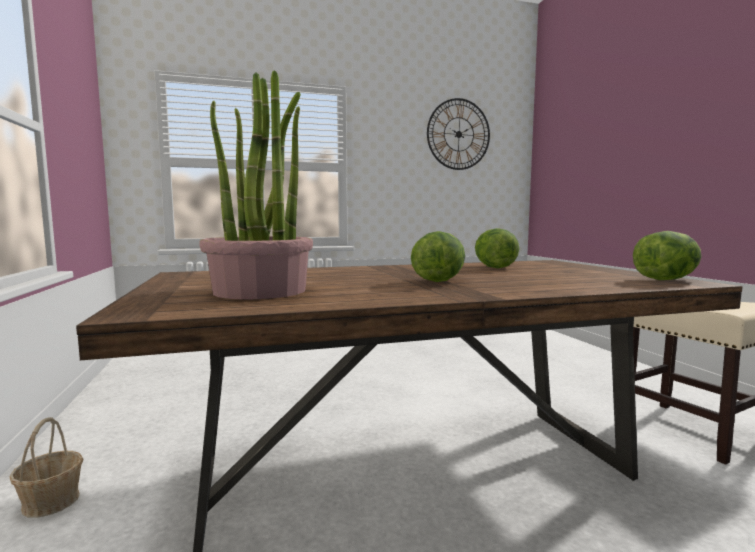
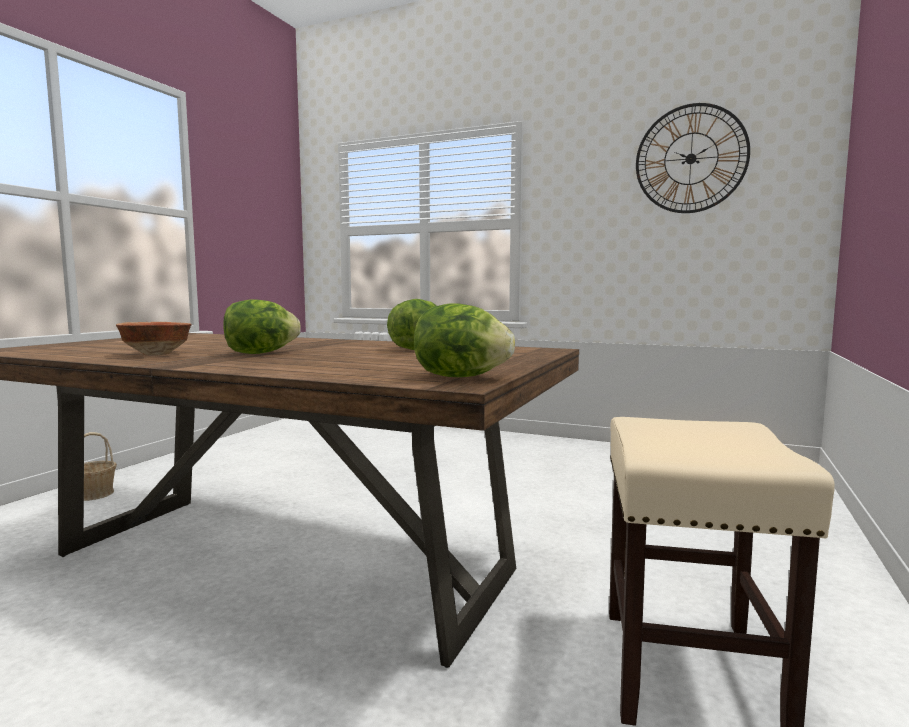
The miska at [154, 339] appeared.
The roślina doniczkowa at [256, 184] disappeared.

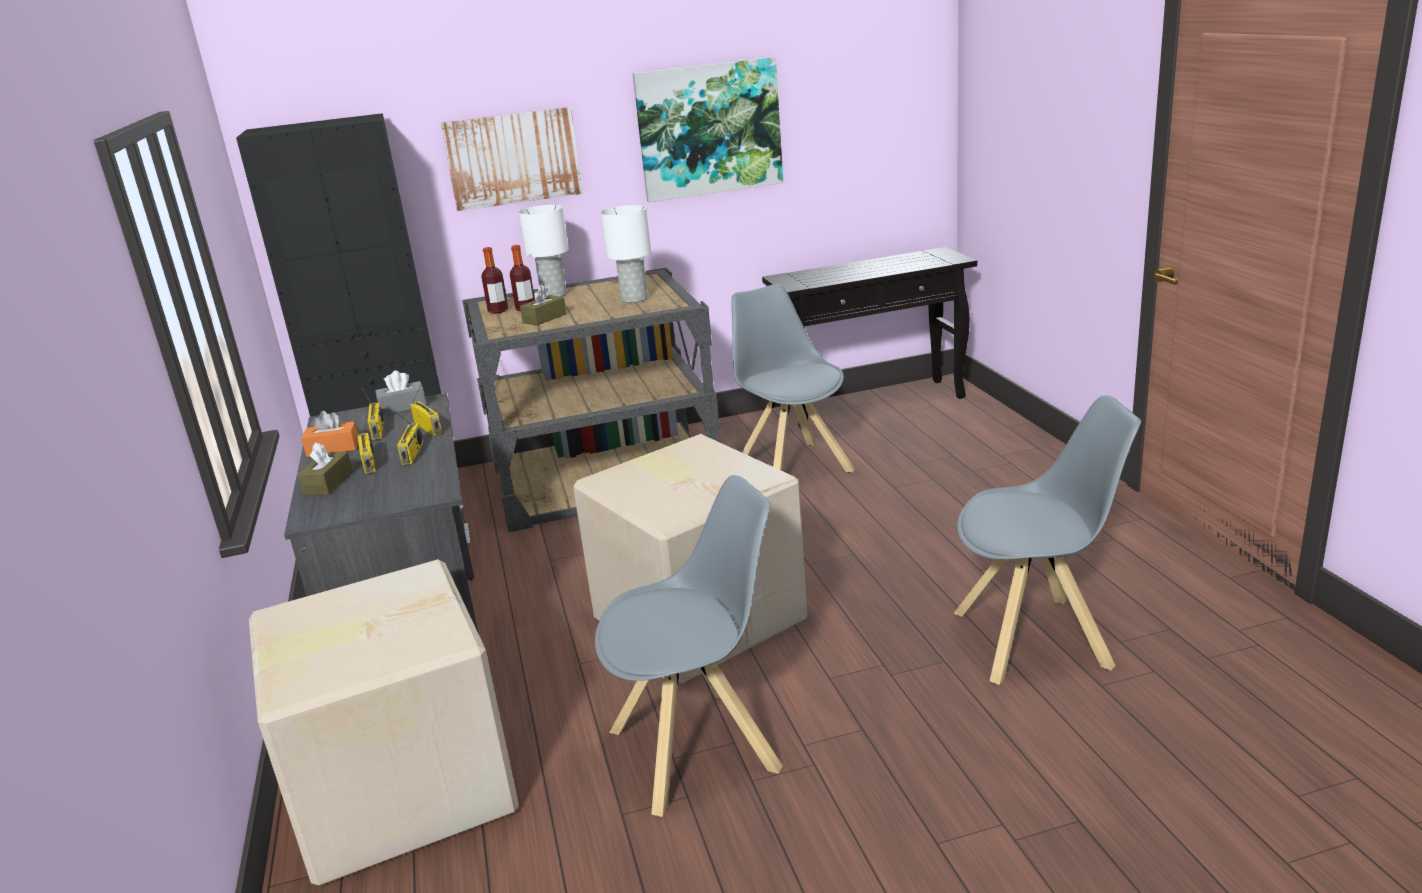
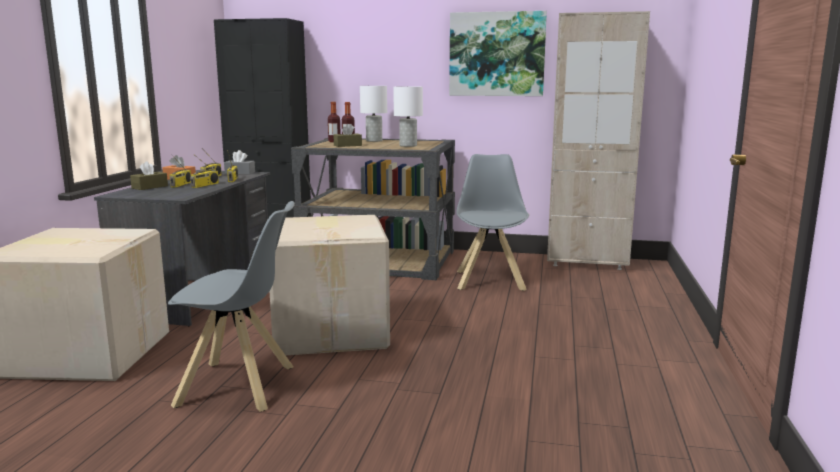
The stolik konsolowy (czarny) at [869, 338] was replaced by the szafka (beżowy) at [598, 140].
The obraz at [512, 159] disappeared.
The krzesło (szary) at [1047, 540] disappeared.

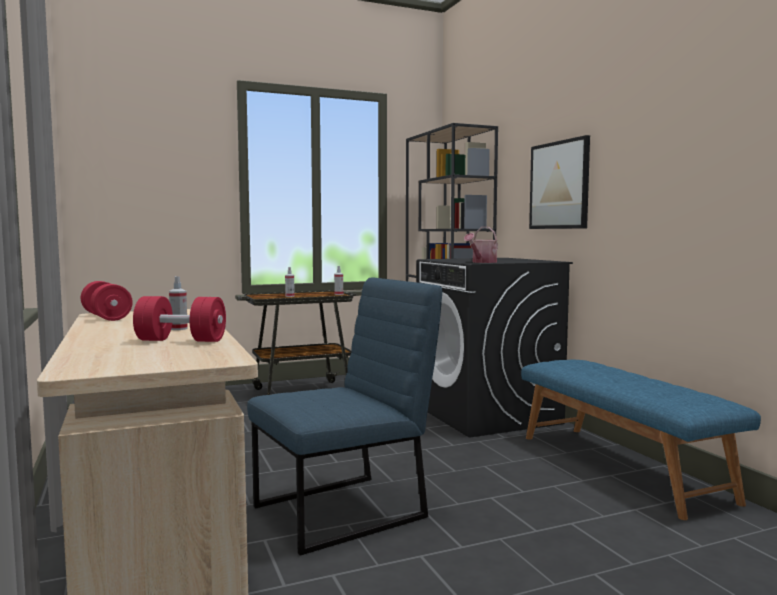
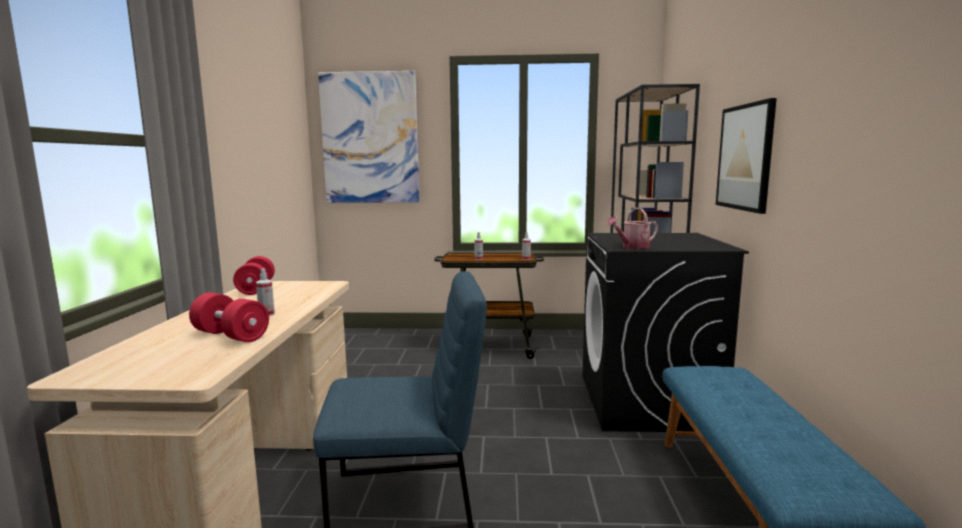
The obraz at [369, 137] appeared.

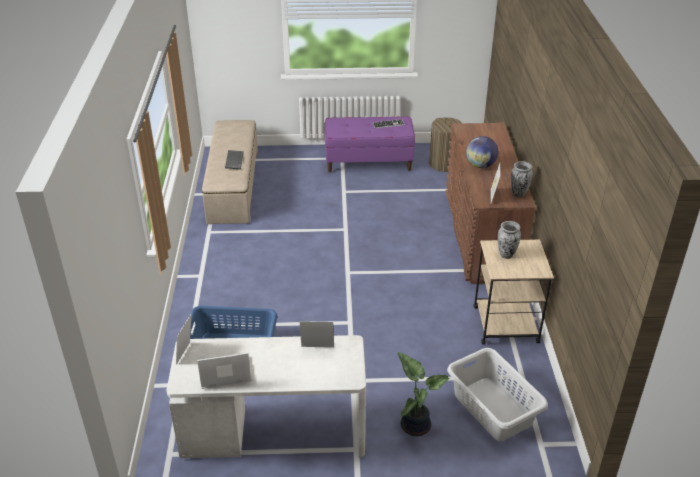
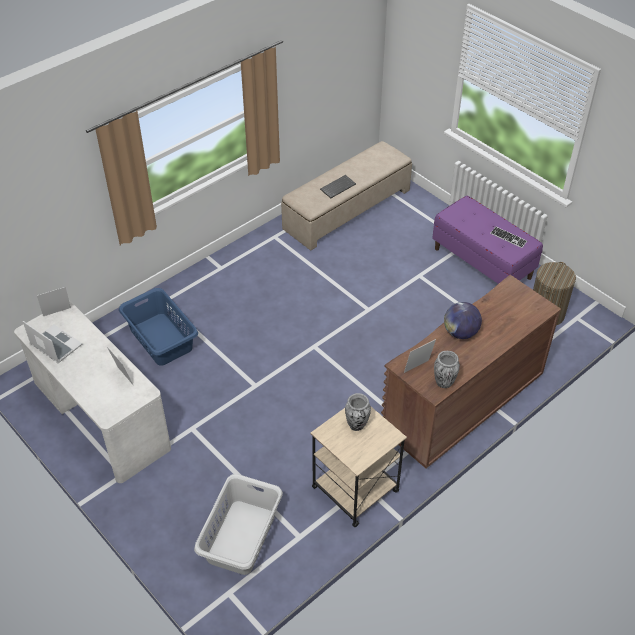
The roślina doniczkowa at [423, 394] disappeared.

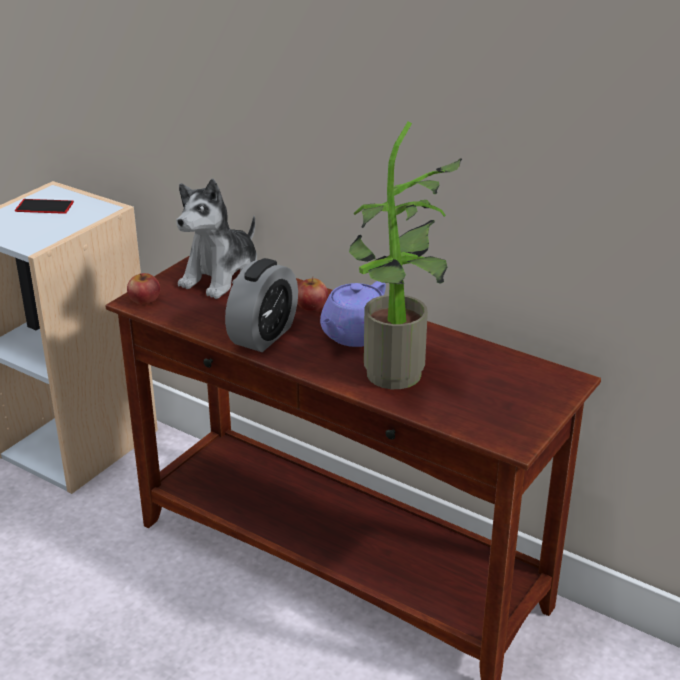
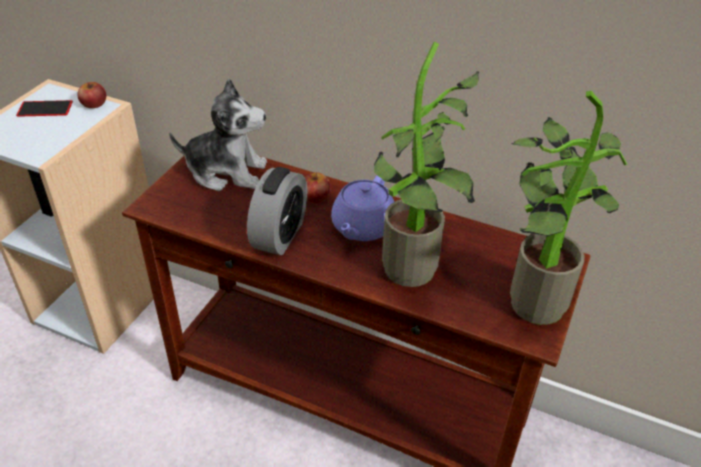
The jabłko moved from [143, 288] to [91, 95].
The pluszak at [216, 239] turned 105 degrees counterclockwise.
The roślina doniczkowa at [568, 208] appeared.

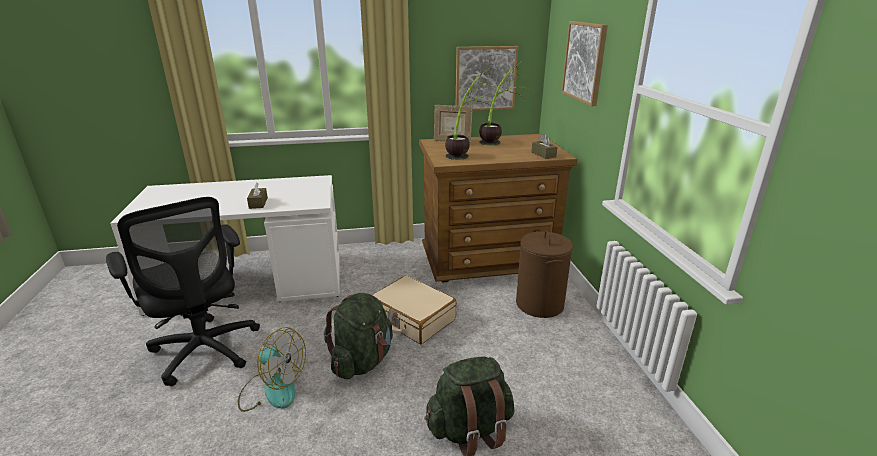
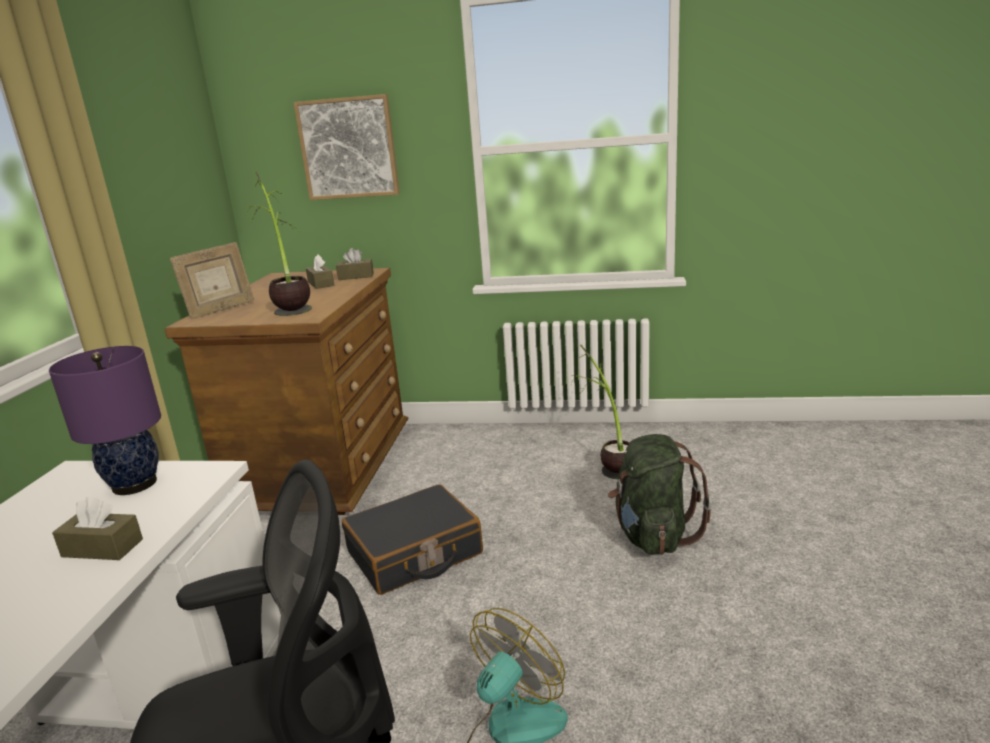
The lampa stołowa (fioletowy) at [105, 420] appeared.
The pudełko chusteczek (brązowy) at [320, 271] appeared.
The walizka (beżowy) at [414, 309] became the walizka (czarny) at [412, 539].
The roślina doniczkowa moved from [503, 103] to [600, 412].
The plecak (zielony) at [358, 336] disappeared.
The obraz at [487, 78] disappeared.
The kosz na pranie (brązowy) at [544, 274] disappeared.

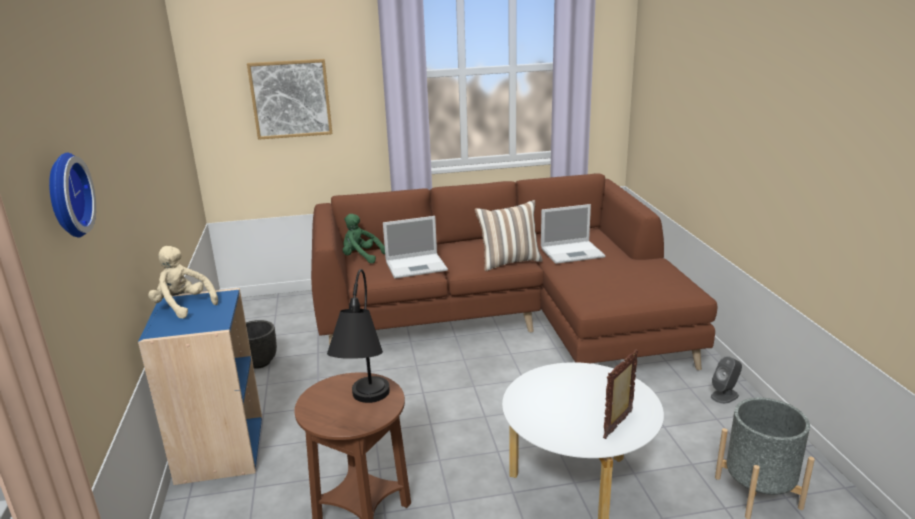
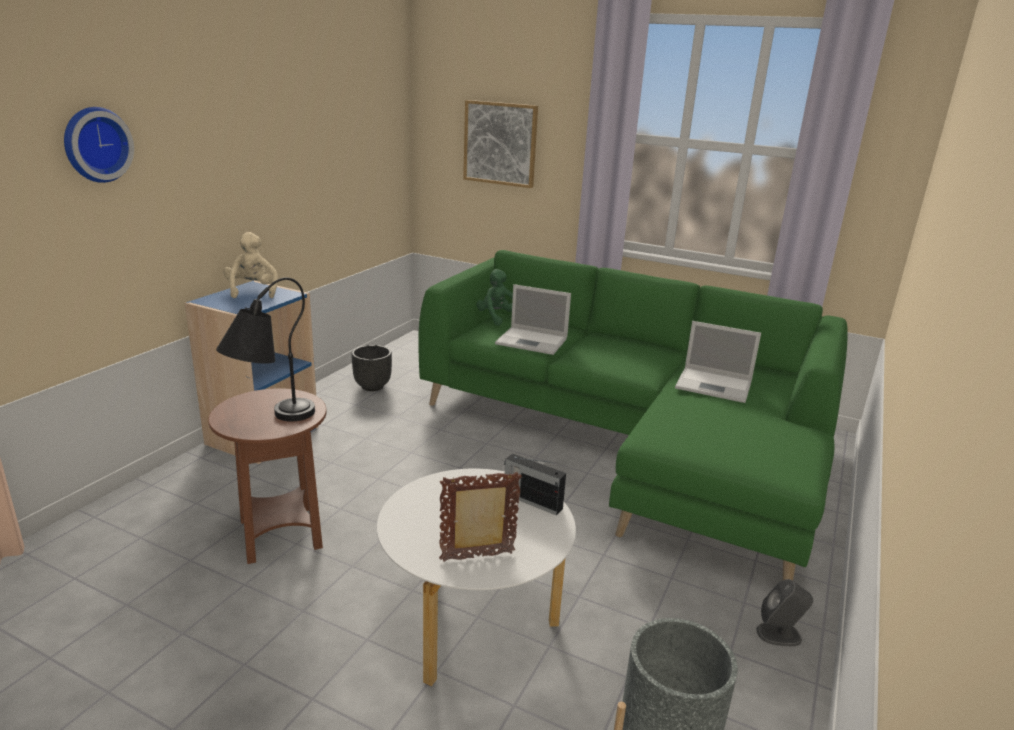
The kanapa (brązowy) at [514, 271] became the kanapa (zielony) at [633, 415].
The radio at [535, 484] appeared.
The poduszka at [509, 235] disappeared.

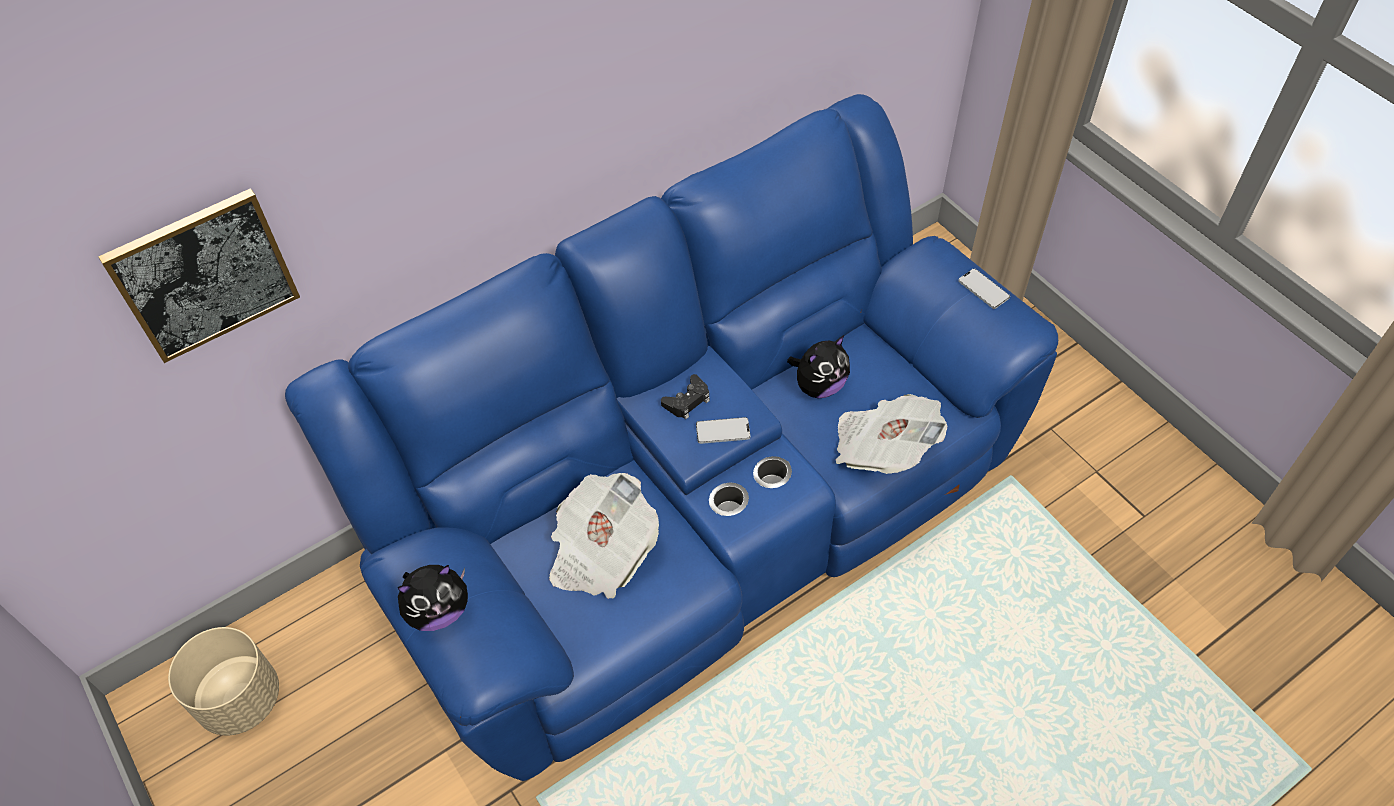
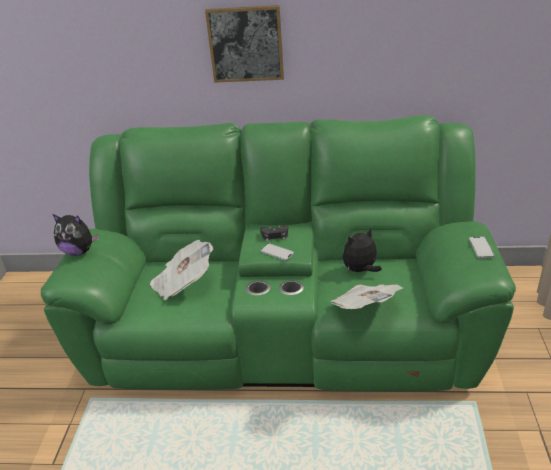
The kanapa (niebieski) at [671, 437] became the kanapa (zielony) at [278, 253].
The obraz moved from [199, 275] to [244, 44].
The pluszak at [818, 366] turned 150 degrees clockwise.
The donica (beżowy) at [223, 681] disappeared.

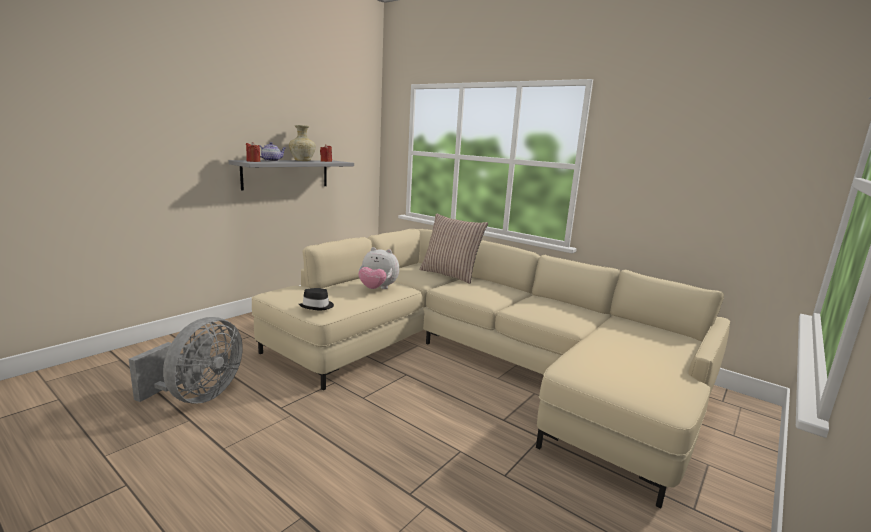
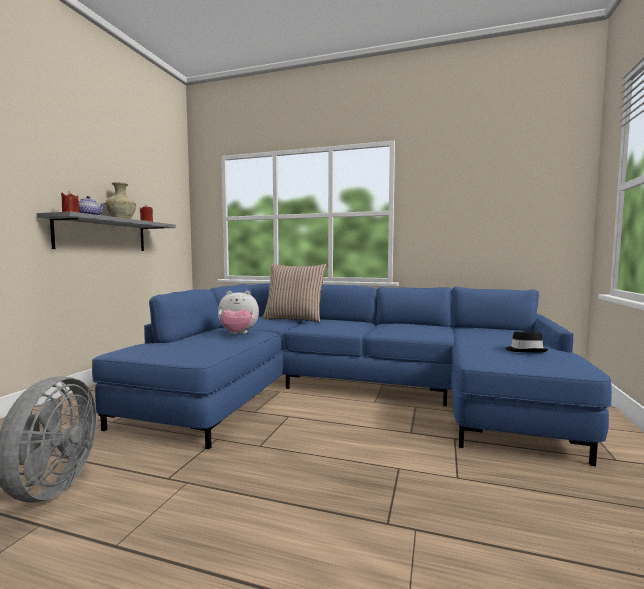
The kanapa (beżowy) at [491, 368] became the kanapa (niebieski) at [352, 375].
The kapelusz (czarny) moved from [316, 299] to [526, 342].

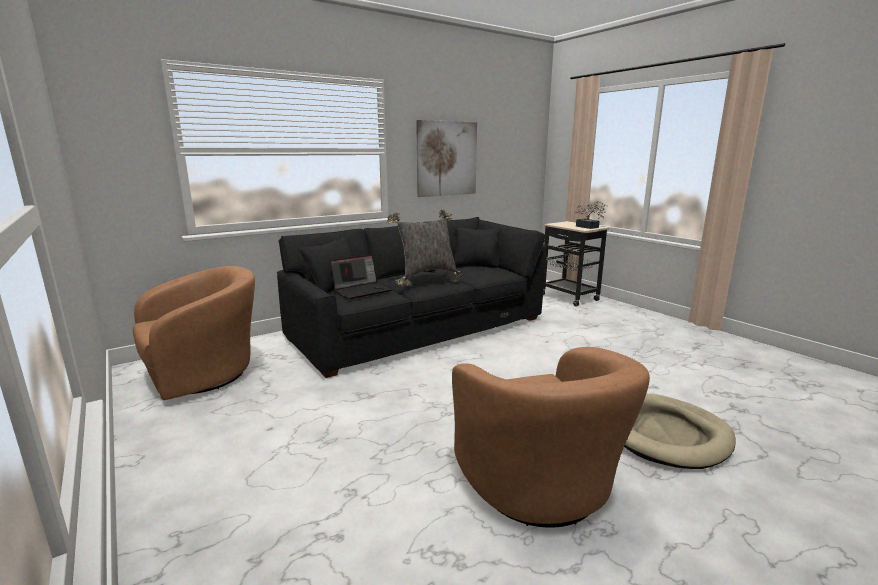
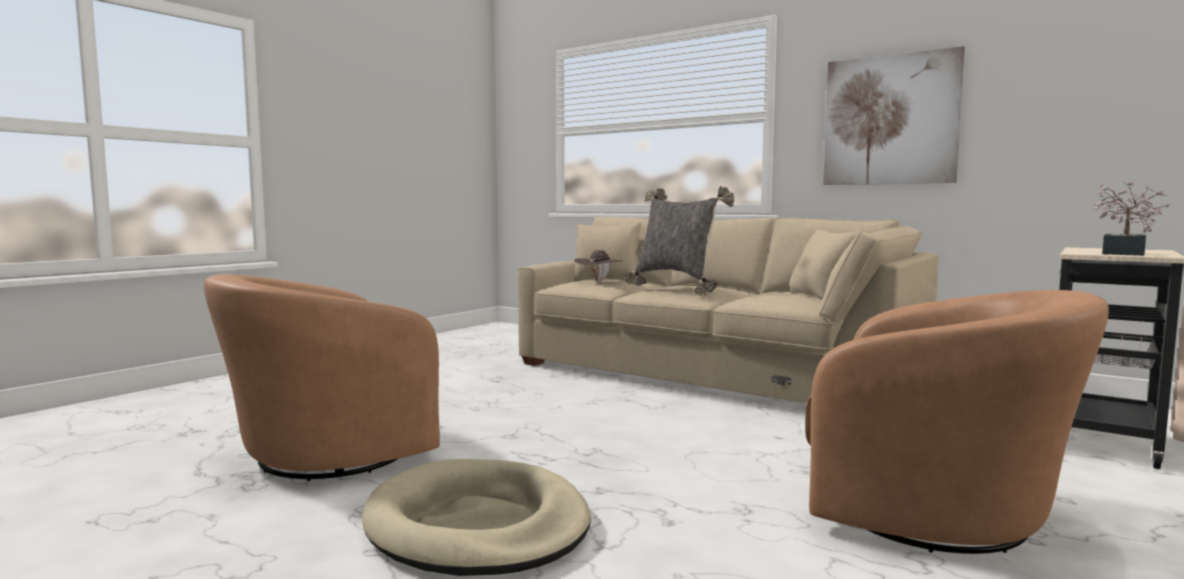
The kanapa (czarny) at [411, 297] became the kanapa (beżowy) at [728, 309].
The laptop at [361, 277] was replaced by the kapelusz (brązowy) at [599, 266].
The fotel (brązowy) moved from [194, 333] to [957, 422].

